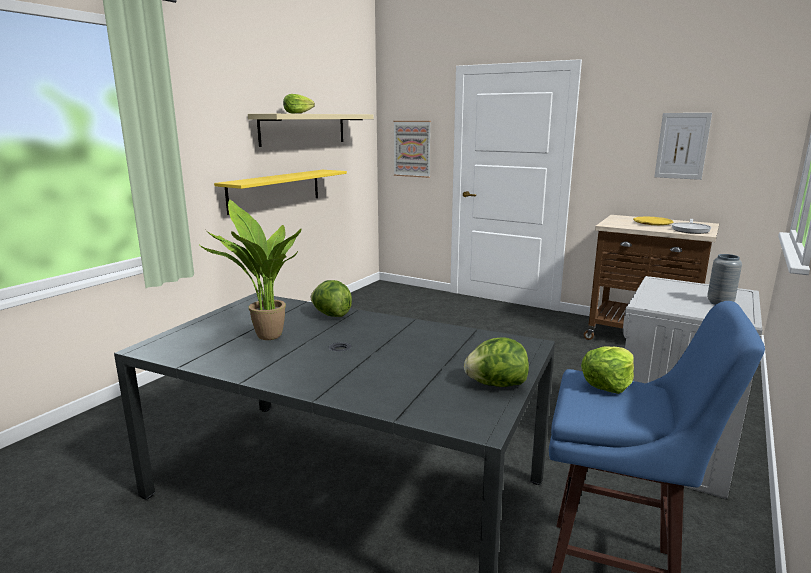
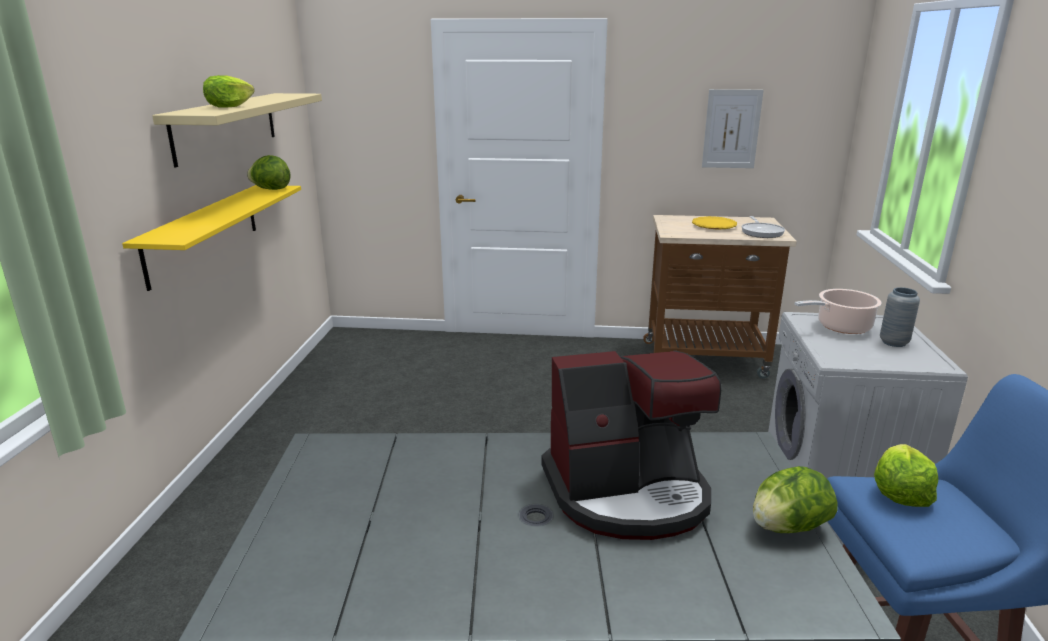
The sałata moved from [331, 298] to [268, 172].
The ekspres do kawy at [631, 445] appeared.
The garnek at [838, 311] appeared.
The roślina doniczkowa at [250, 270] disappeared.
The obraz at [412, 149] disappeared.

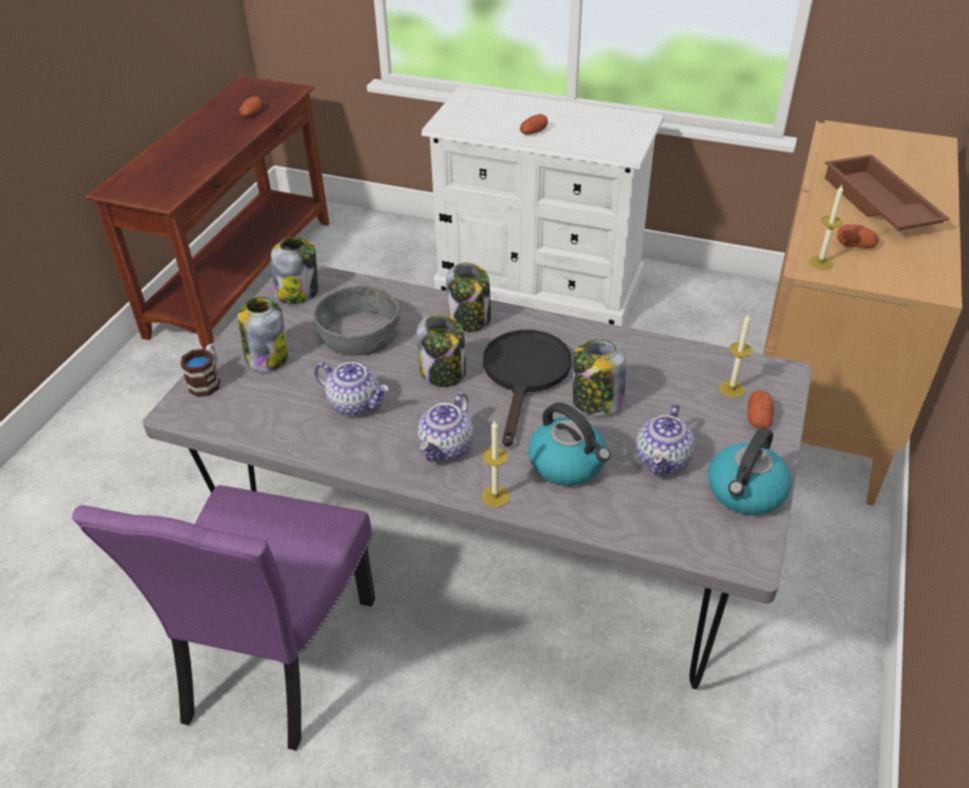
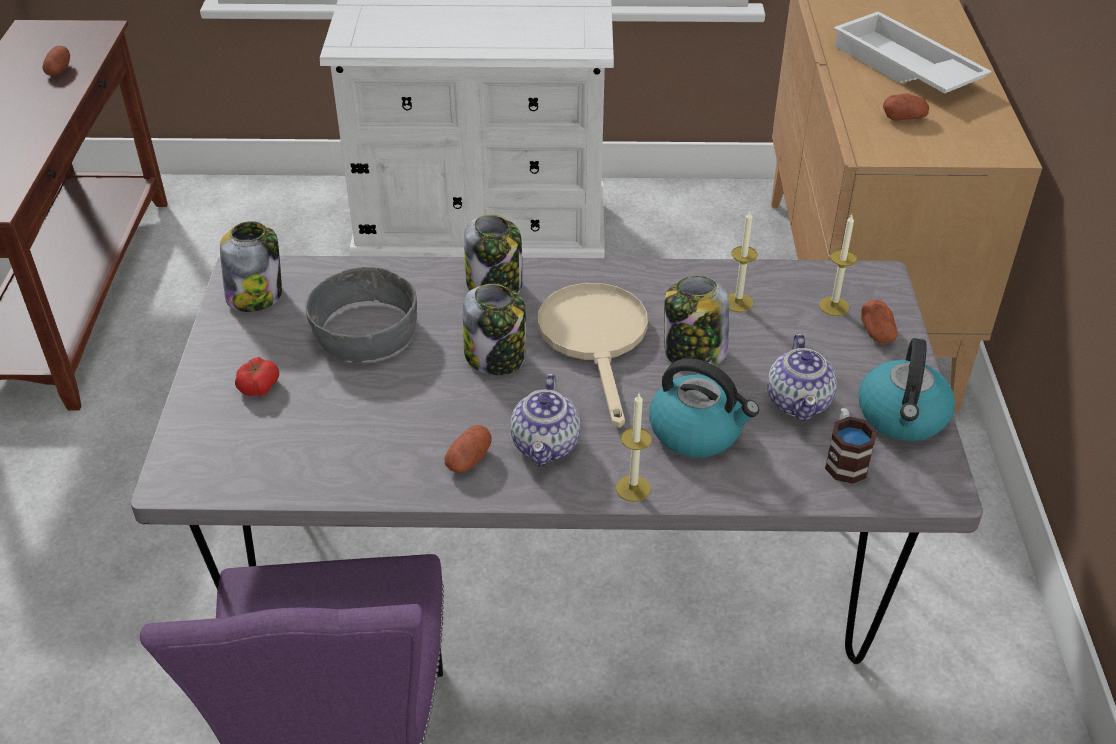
The słoik at [263, 334] was replaced by the pomidor at [257, 376].
The ziemniak moved from [534, 124] to [468, 449].
The patelnia (czarny) at [527, 388] became the patelnia (beżowy) at [593, 355].
The świeca moved from [826, 227] to [743, 261].
The kubek moved from [200, 370] to [851, 446].
The taca (brązowy) at [887, 192] became the taca (biały) at [912, 53].
The imbryk at [351, 389] disappeared.

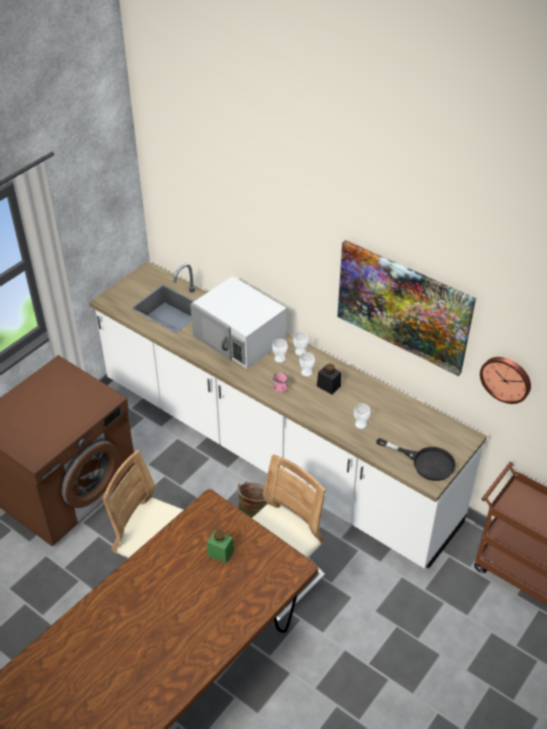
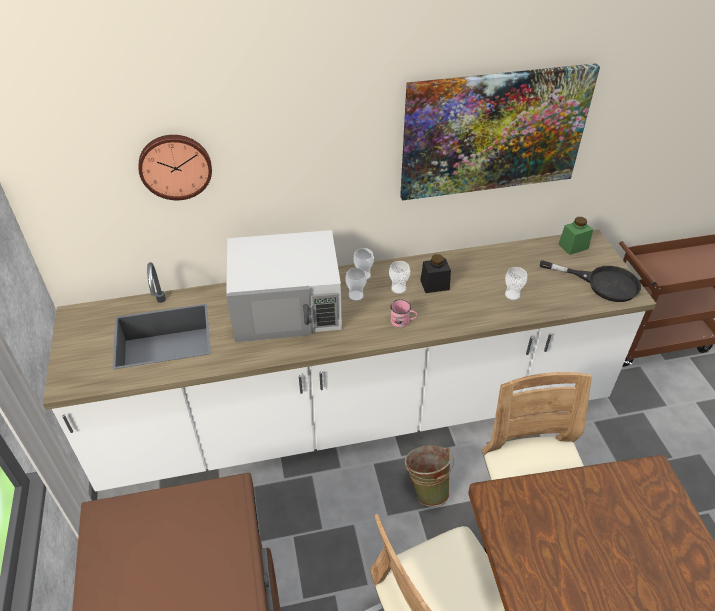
The zegar ścienny moved from [505, 380] to [175, 167].
The patelnia (czarny) at [416, 459] turned 45 degrees clockwise.
The słoik (zielony) moved from [220, 546] to [575, 236].

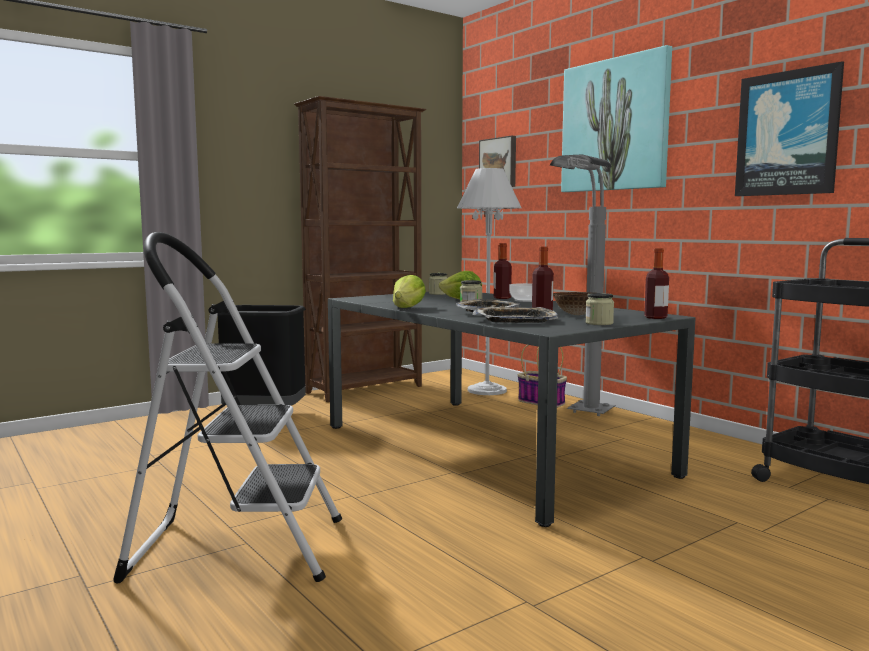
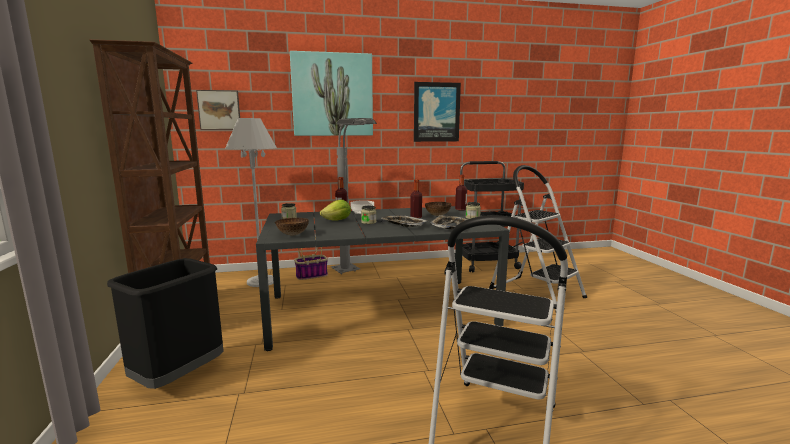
The miska at [292, 226] appeared.
The drabinka at [538, 238] appeared.
The sałata at [409, 291] disappeared.

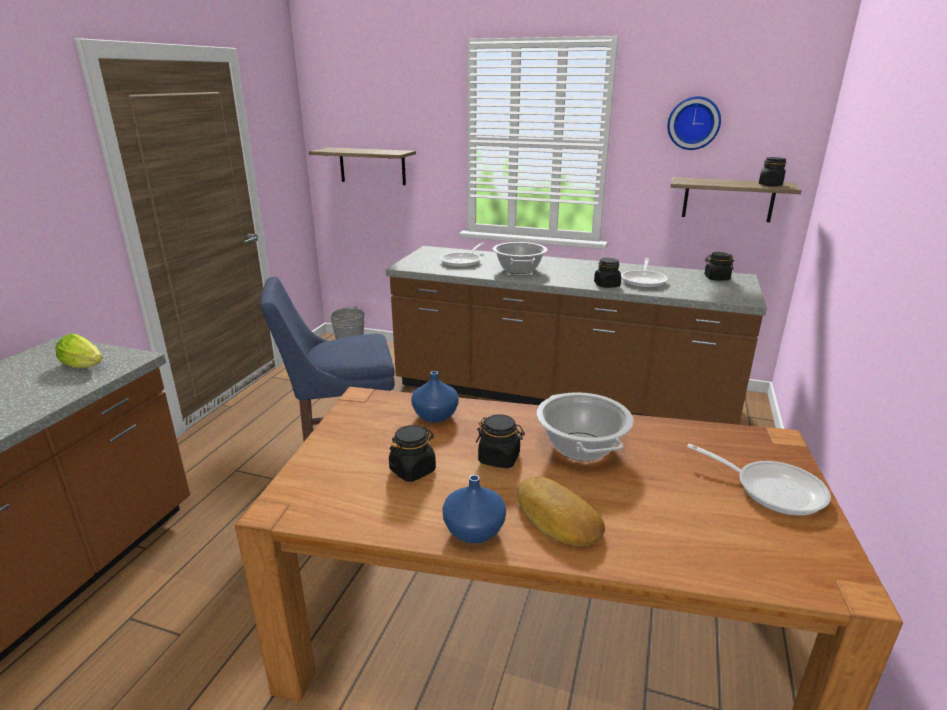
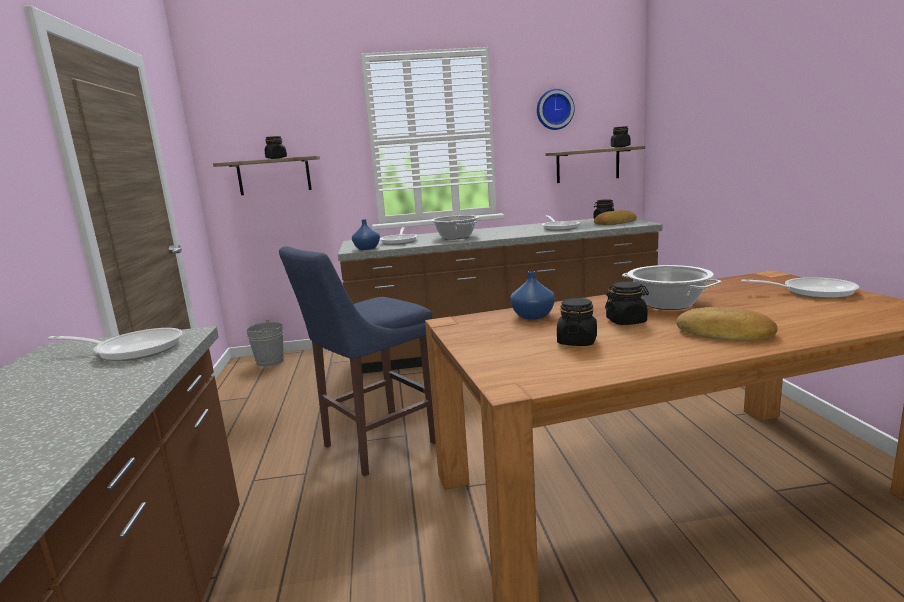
The sałata at [78, 351] was replaced by the patelnia at [115, 344].
The słoik (czarny) moved from [607, 273] to [276, 147].
The wazon (niebieski) moved from [474, 509] to [366, 234].
The chleb at [615, 217] appeared.

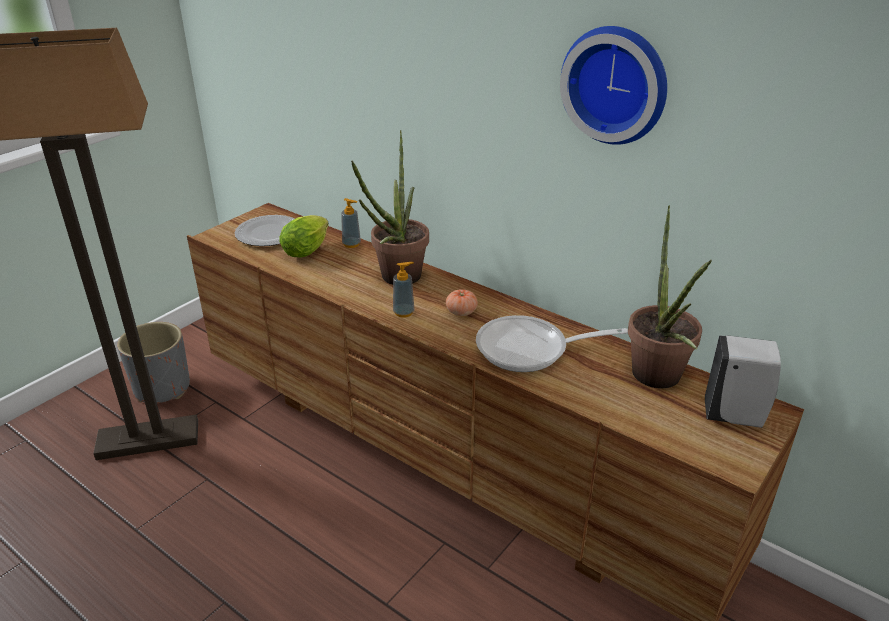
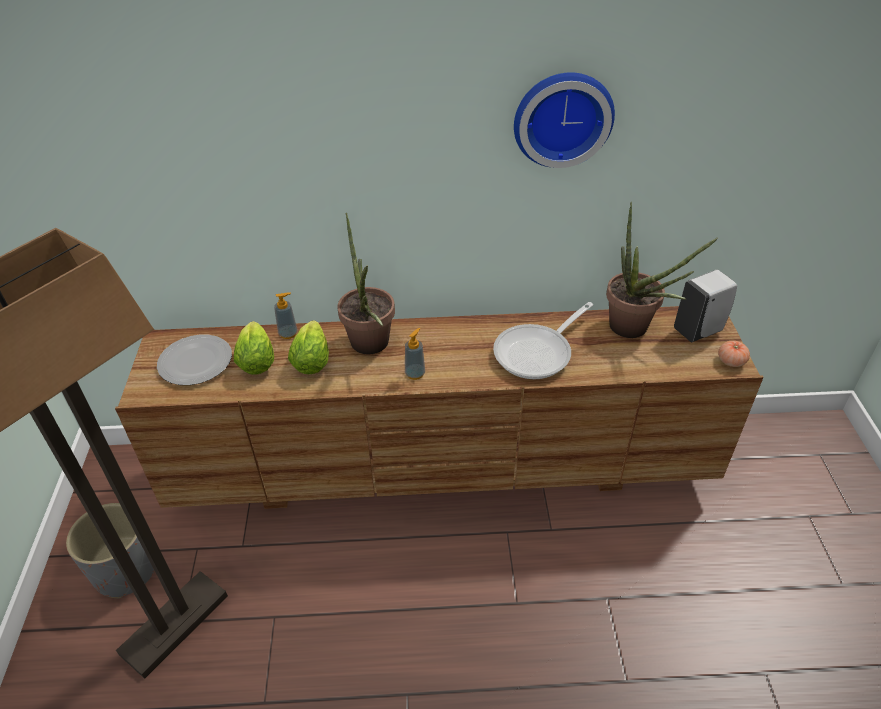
The sałata at [308, 347] appeared.
The pomidor moved from [462, 302] to [734, 354].

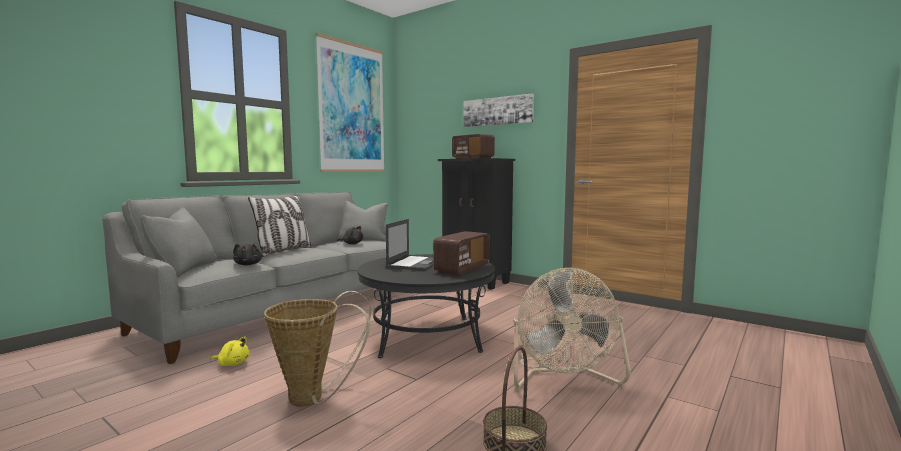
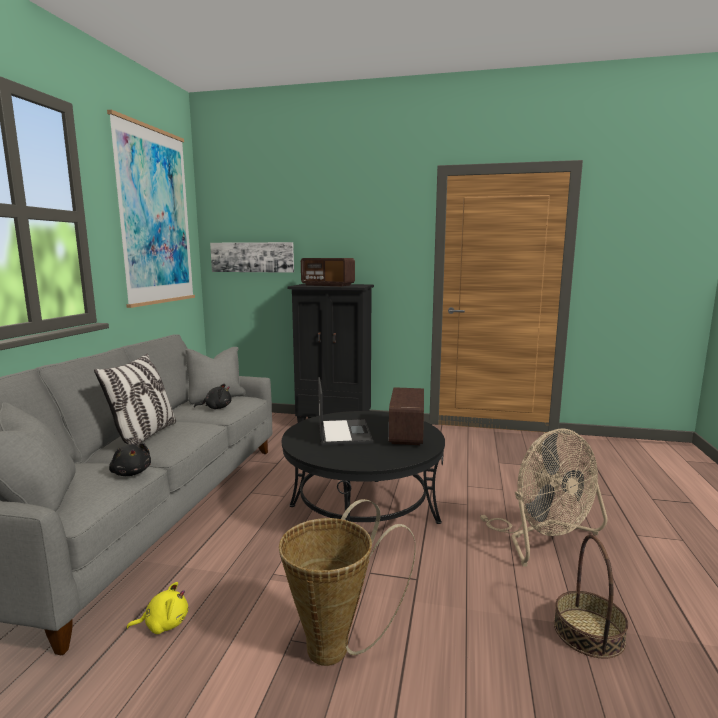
The obraz moved from [498, 110] to [252, 257].

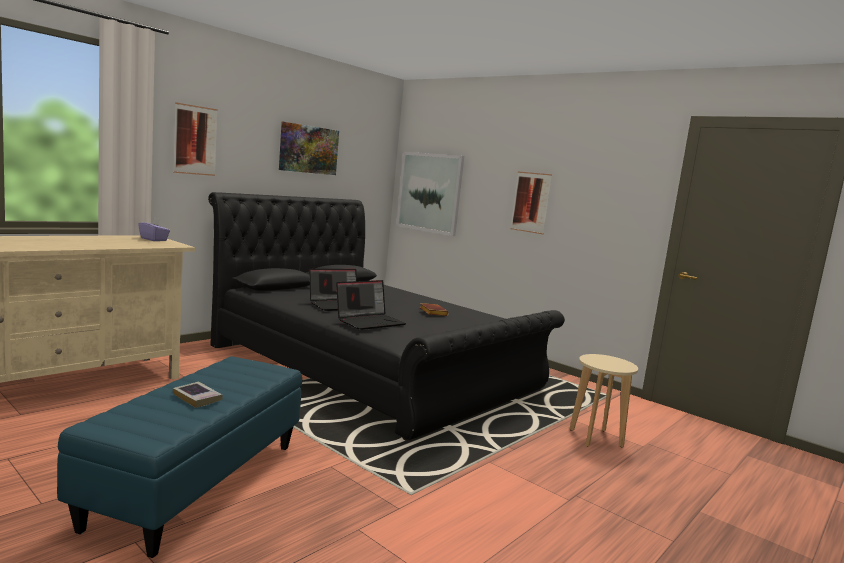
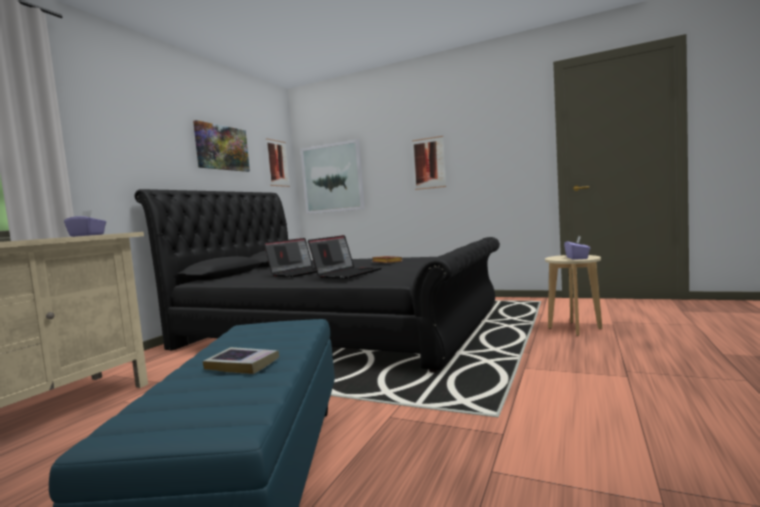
The obraz moved from [195, 139] to [278, 162].
The pudełko chusteczek (fioletowy) at [577, 248] appeared.

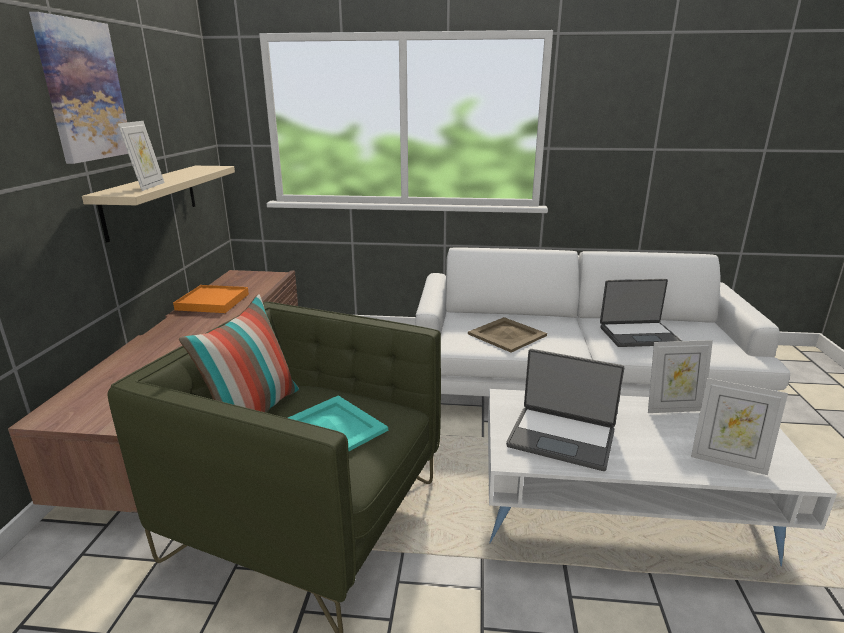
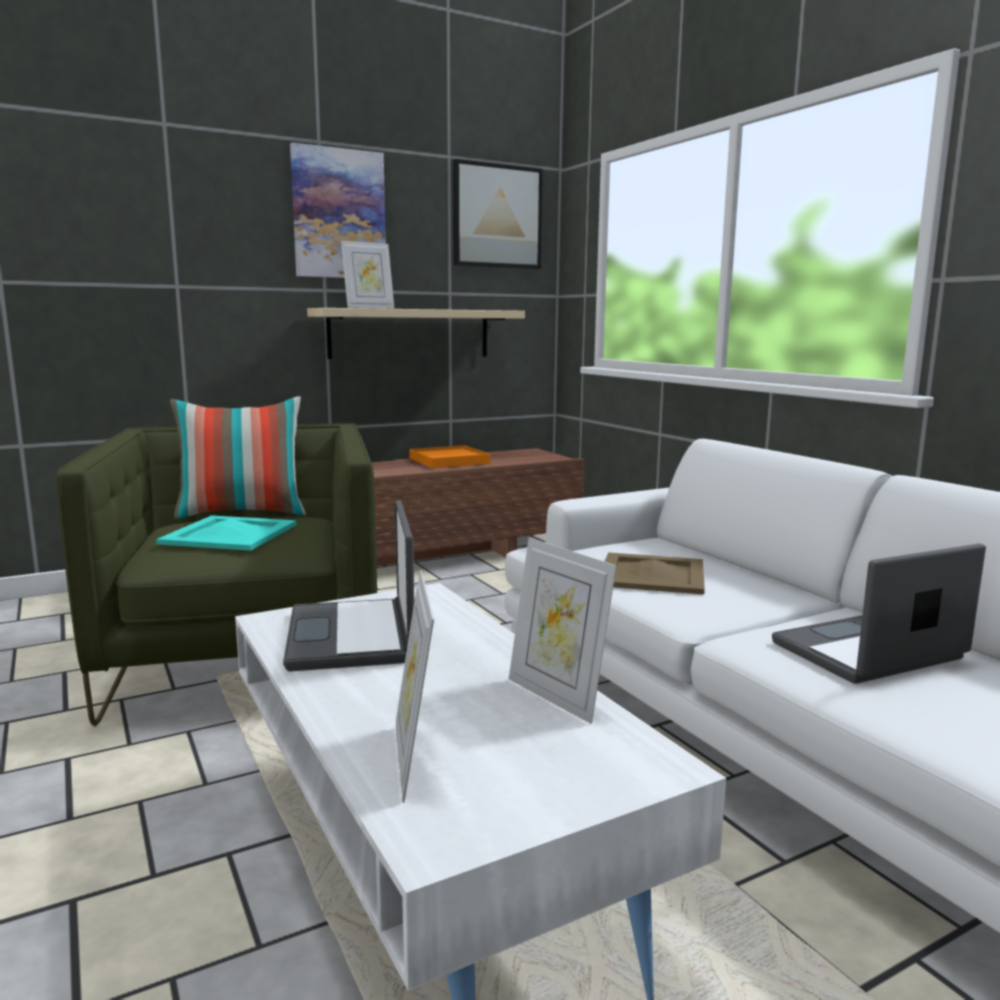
The obraz at [498, 214] appeared.
The laptop at [641, 313] turned 105 degrees clockwise.

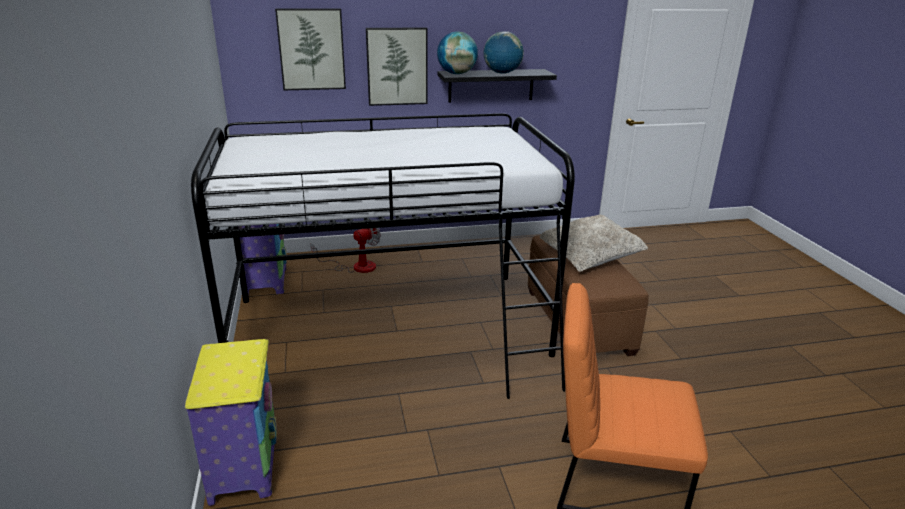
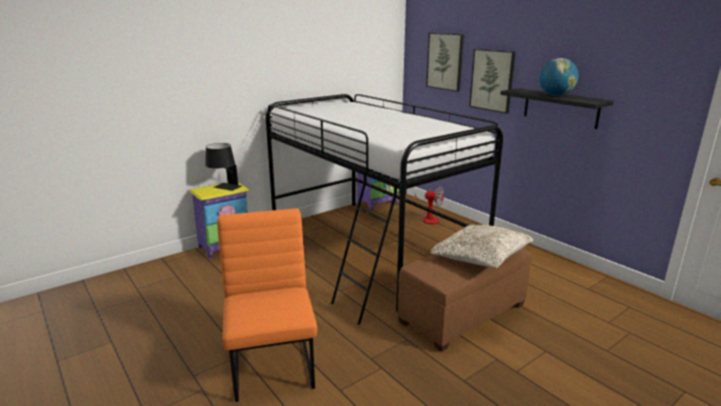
The lampa stołowa (czarny) at [223, 167] appeared.
The globus at [457, 52] disappeared.

